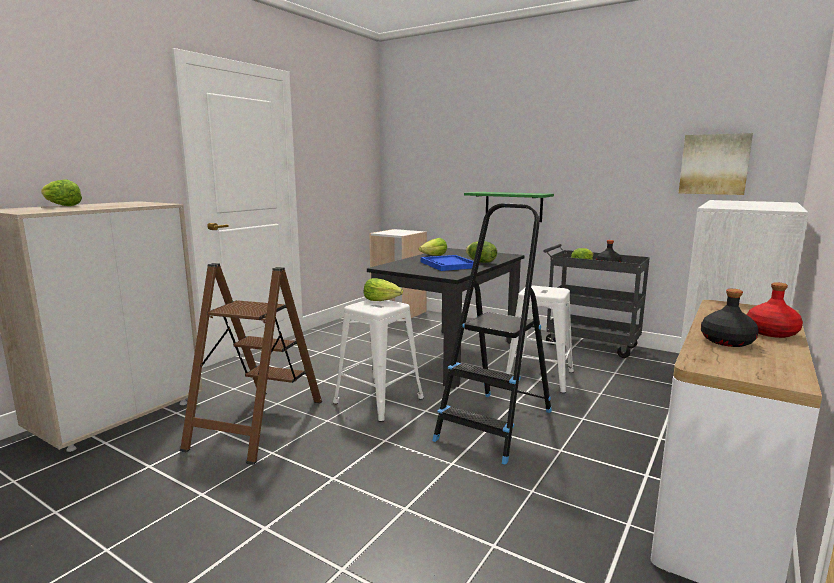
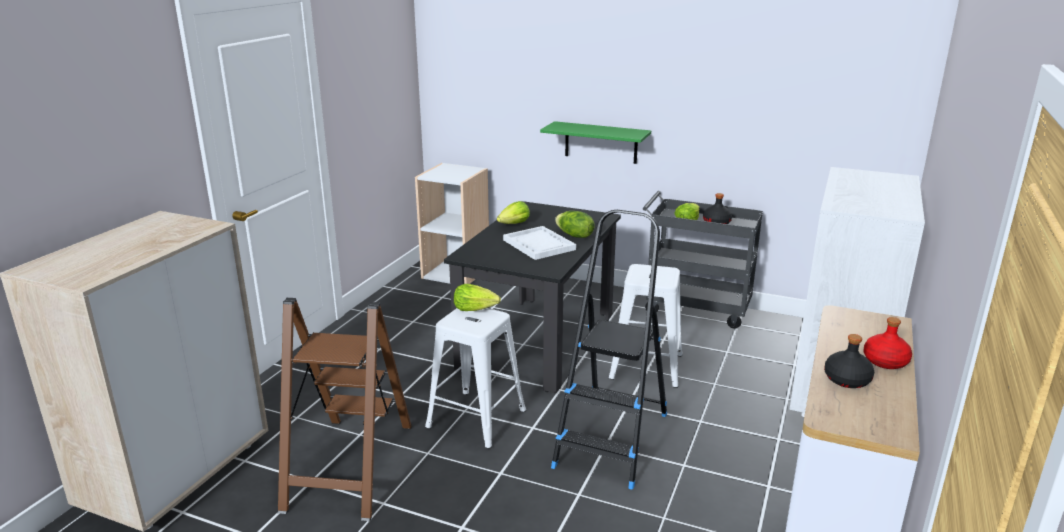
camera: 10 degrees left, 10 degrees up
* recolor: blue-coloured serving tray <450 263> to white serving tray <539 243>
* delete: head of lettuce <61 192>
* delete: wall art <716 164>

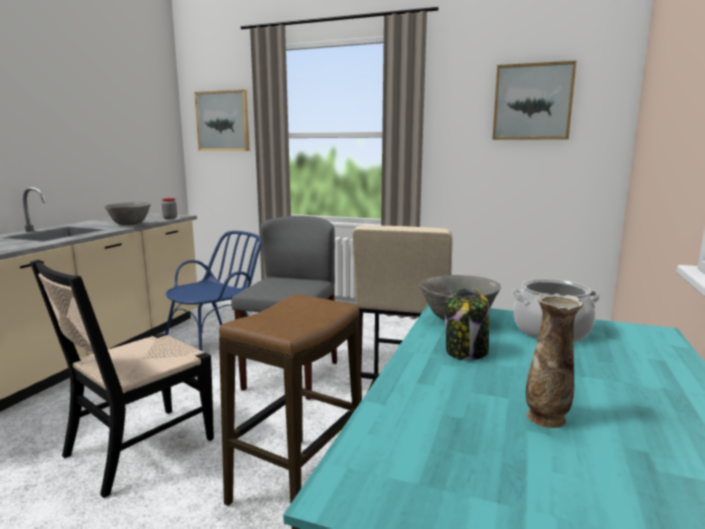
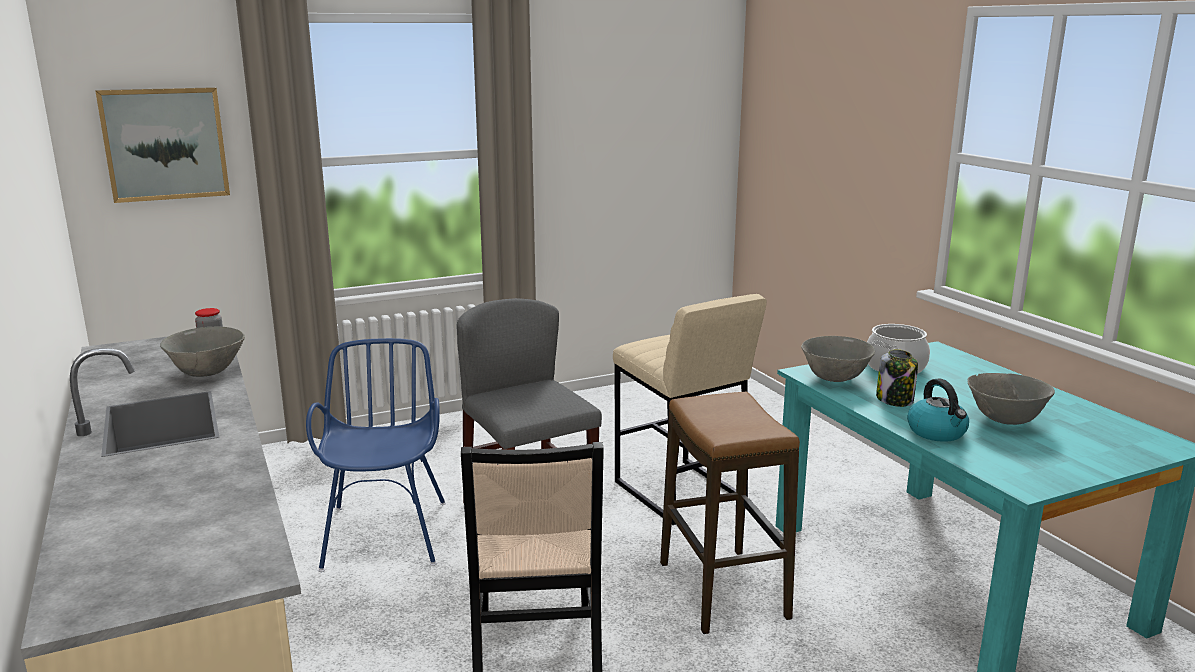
camera: 45 degrees left, 5 degrees up
* insert: kettle <938 410>
* replace: decorative vase <554 360> to grey bowl <1011 399>
* delete: wall art <534 100>

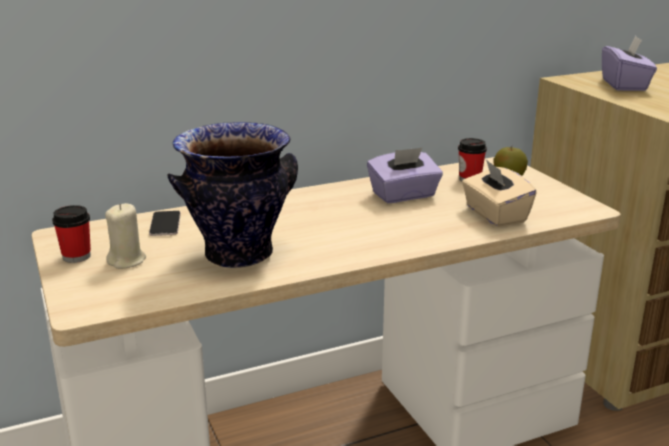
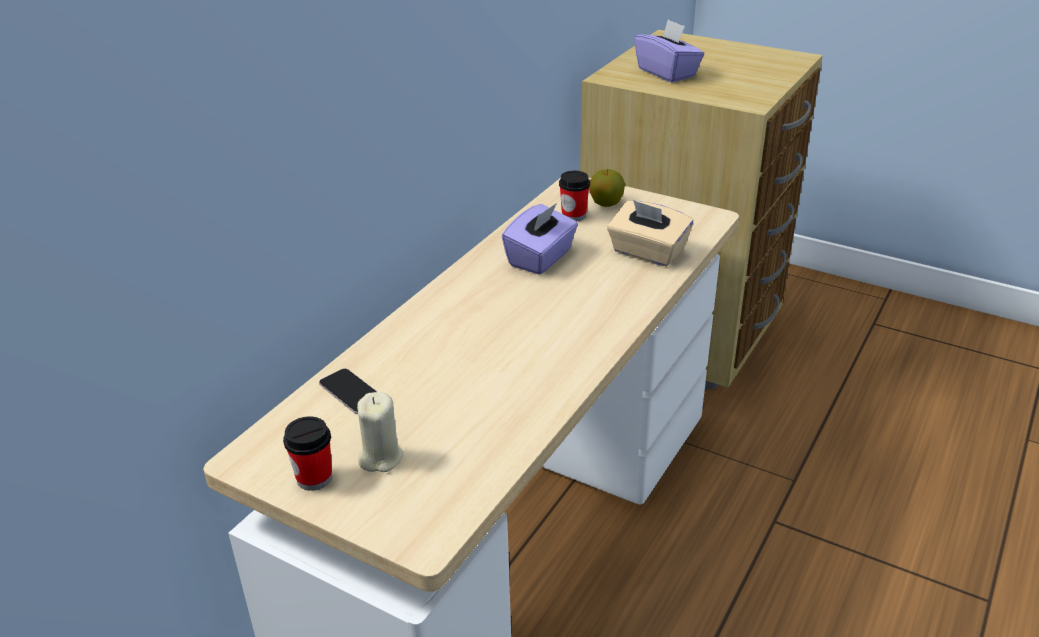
camera: 35 degrees left, 10 degrees up
* delete: decorative vase <232 195>

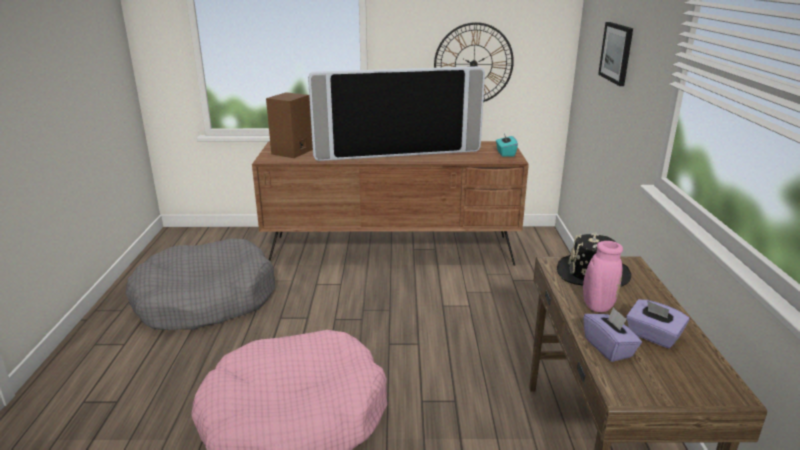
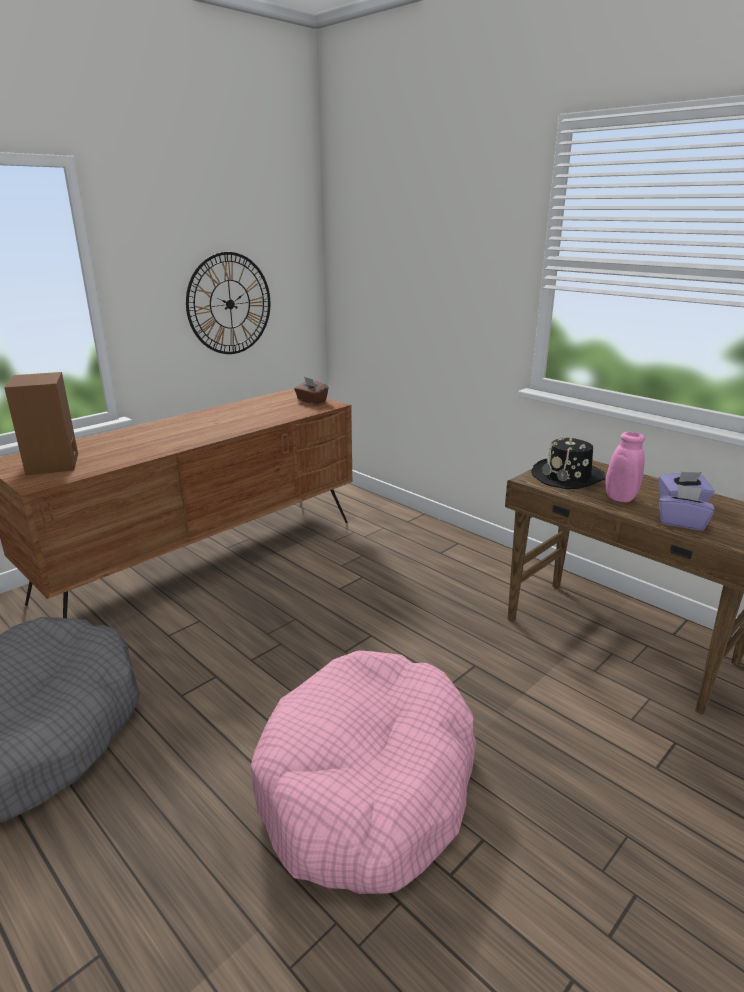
camera: 45 degrees left, 0 degrees up
* recolor: blue-green tissue holder <507 145> to brown tissue holder <311 390>
* delete: TV set <396 113>
* delete: wall art <615 54>

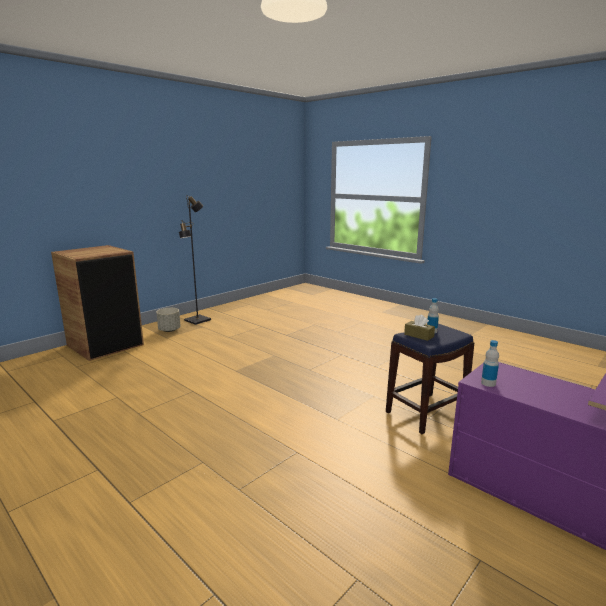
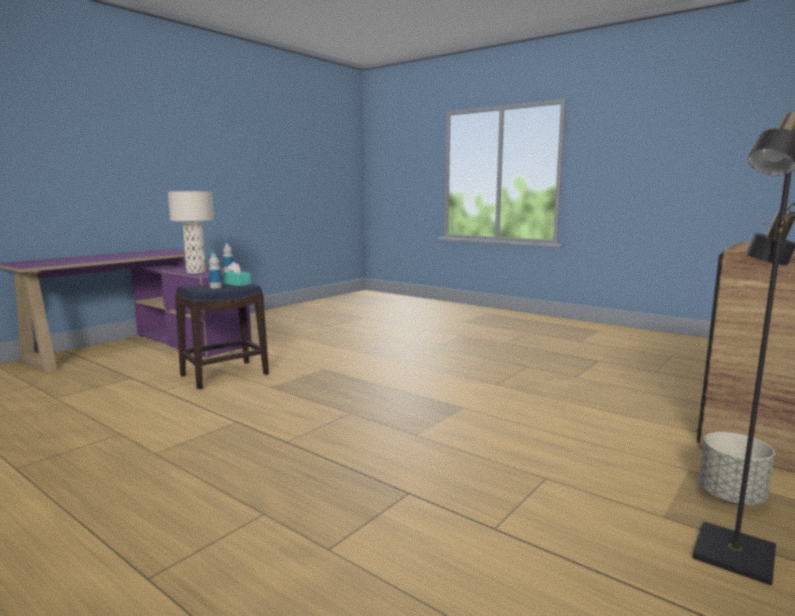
camera: 175 degrees right, 5 degrees down
* insert: white lamp for a table <191 232>
* recolor: brown tissue holder <419 328> to blue-green tissue holder <236 273>

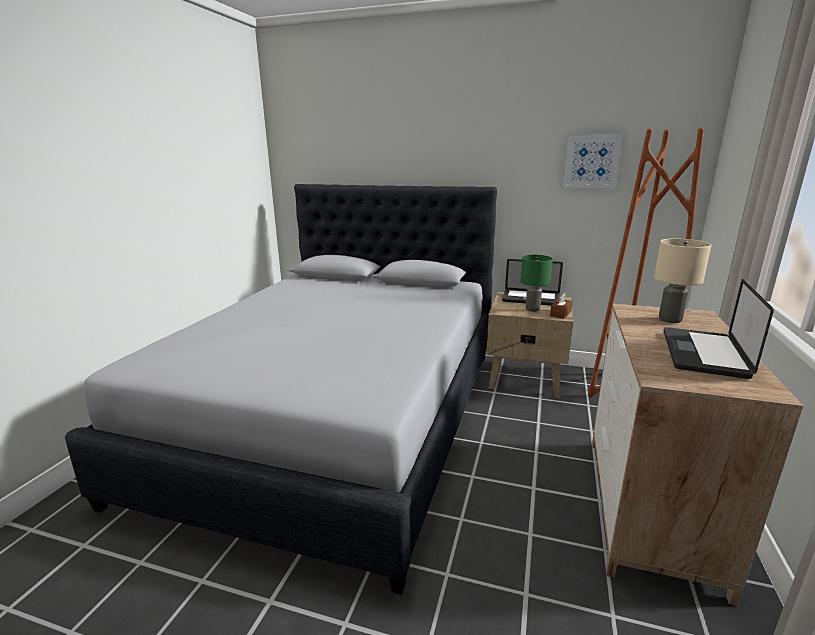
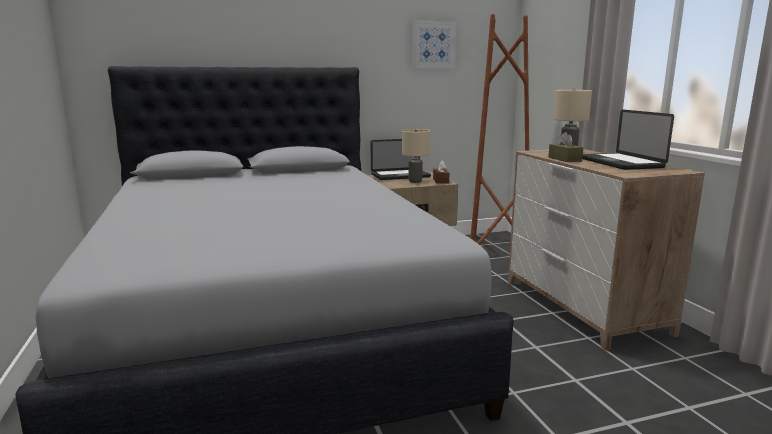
camera: 35 degrees left, 5 degrees down
* recolor: green lamp for a table <536 283> to beige lamp for a table <416 156>
* insert: brown tissue holder <566 147>

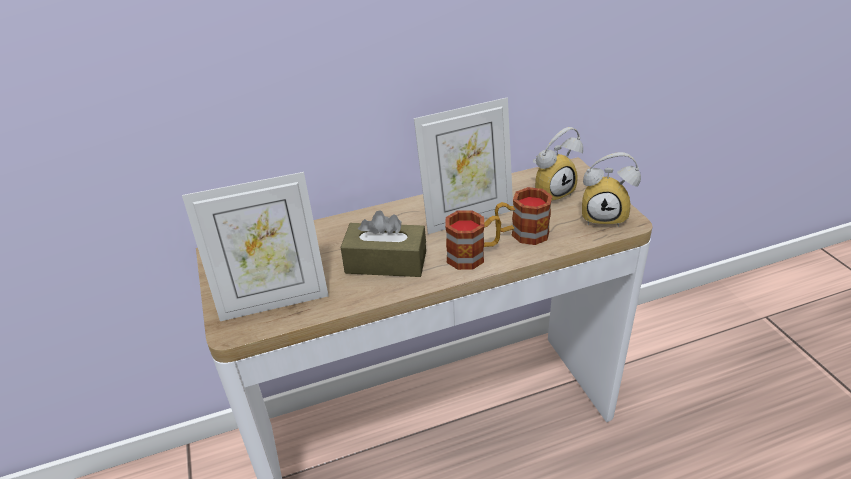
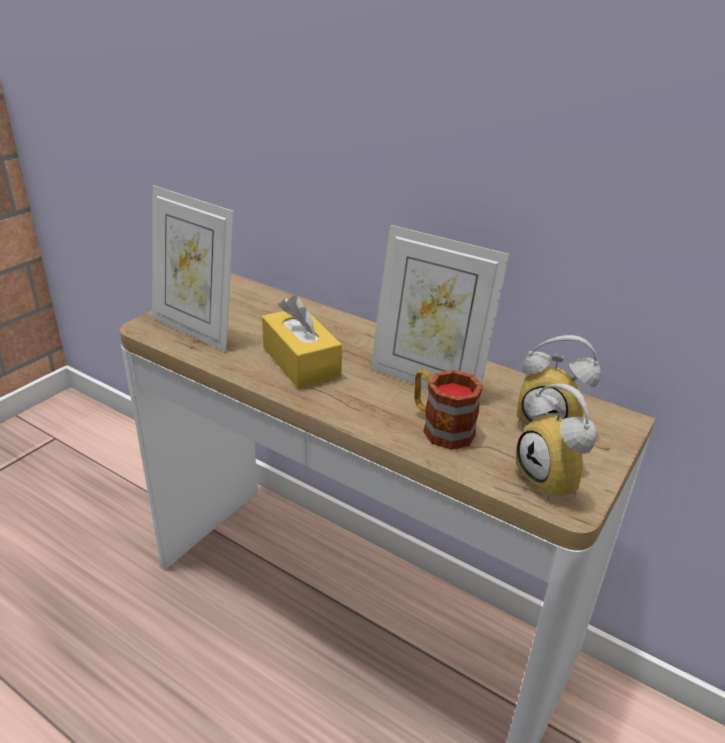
camera: 50 degrees right, 5 degrees down
* recolor: brown tissue holder <383 243> to yellow-coloured tissue holder <302 342>
* delete: coffee mug <473 240>

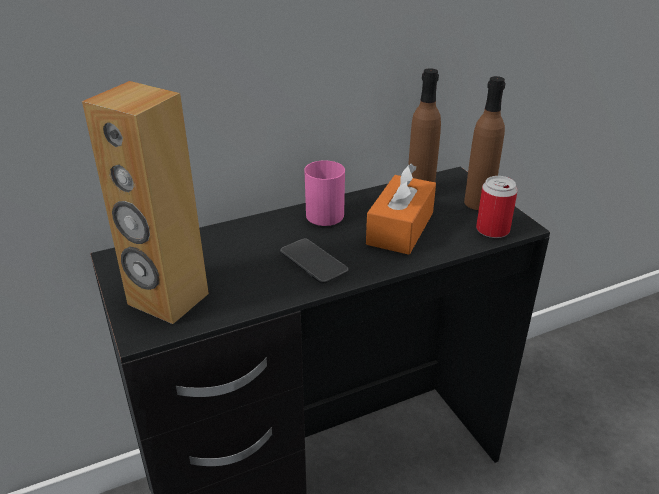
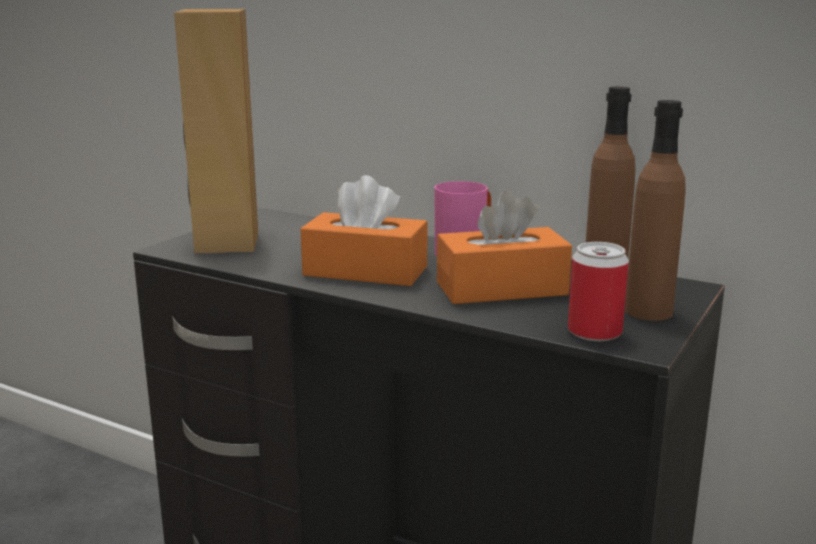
camera: 55 degrees right, 15 degrees down
* replace: handset <314 261> to orangey tissue holder <364 230>

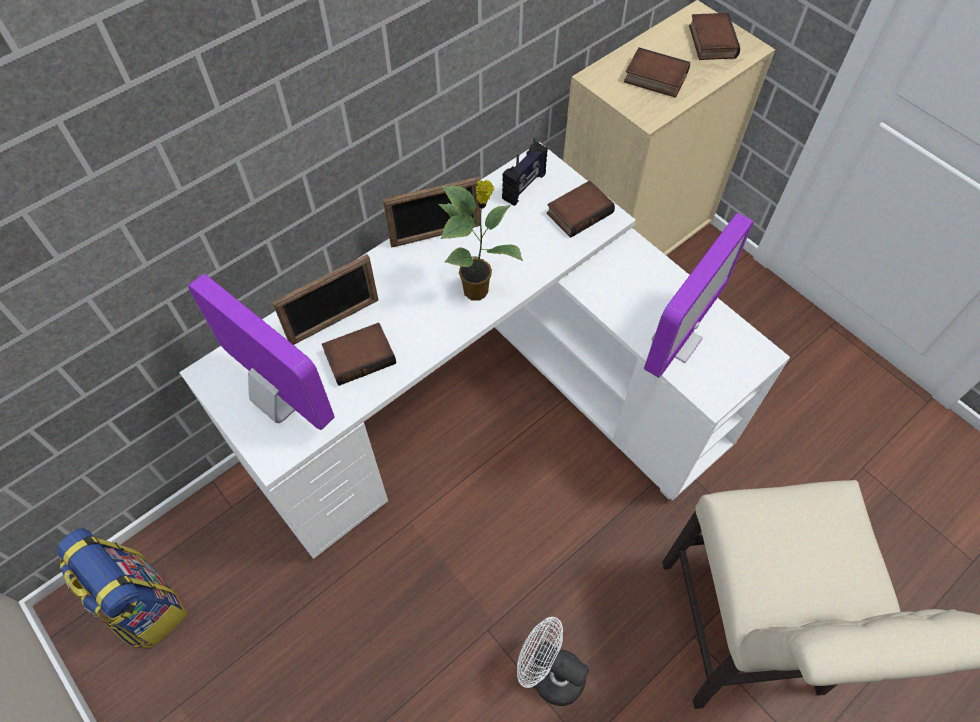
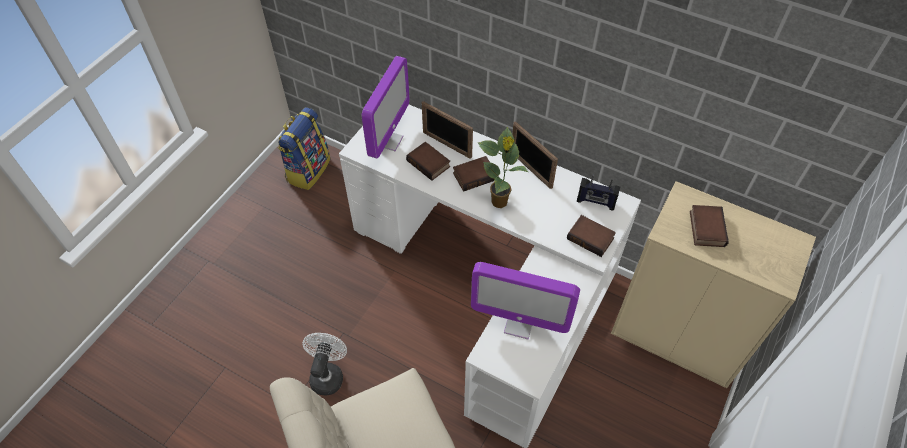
camera: 70 degrees right, 5 degrees down
* move: volume <714 36> to <473 173>

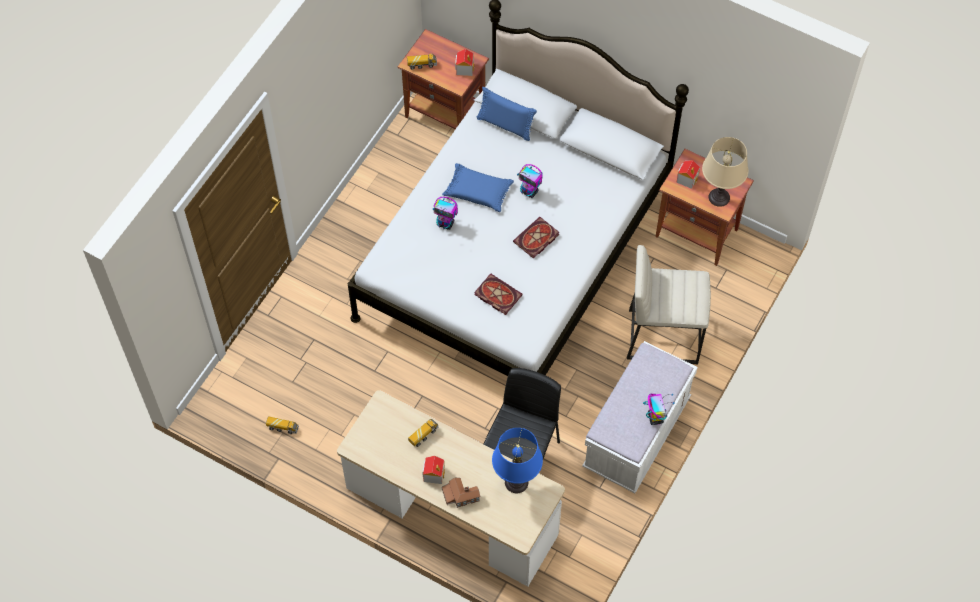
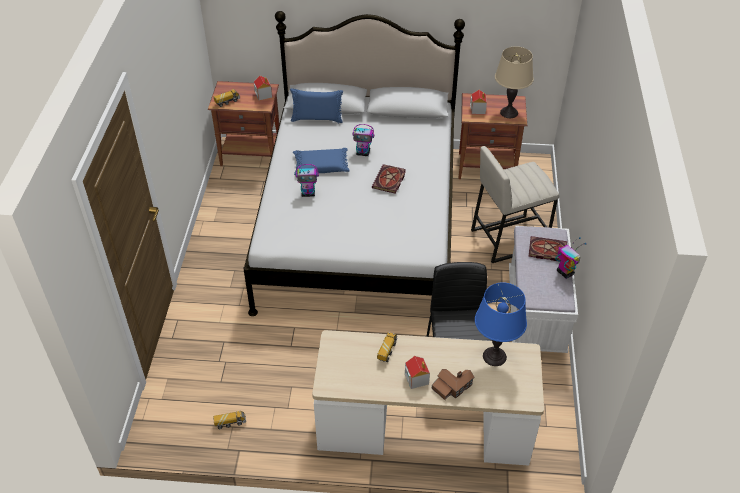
camera: 25 degrees left, 15 degrees down
* move: volume <498 294> to <547 248>

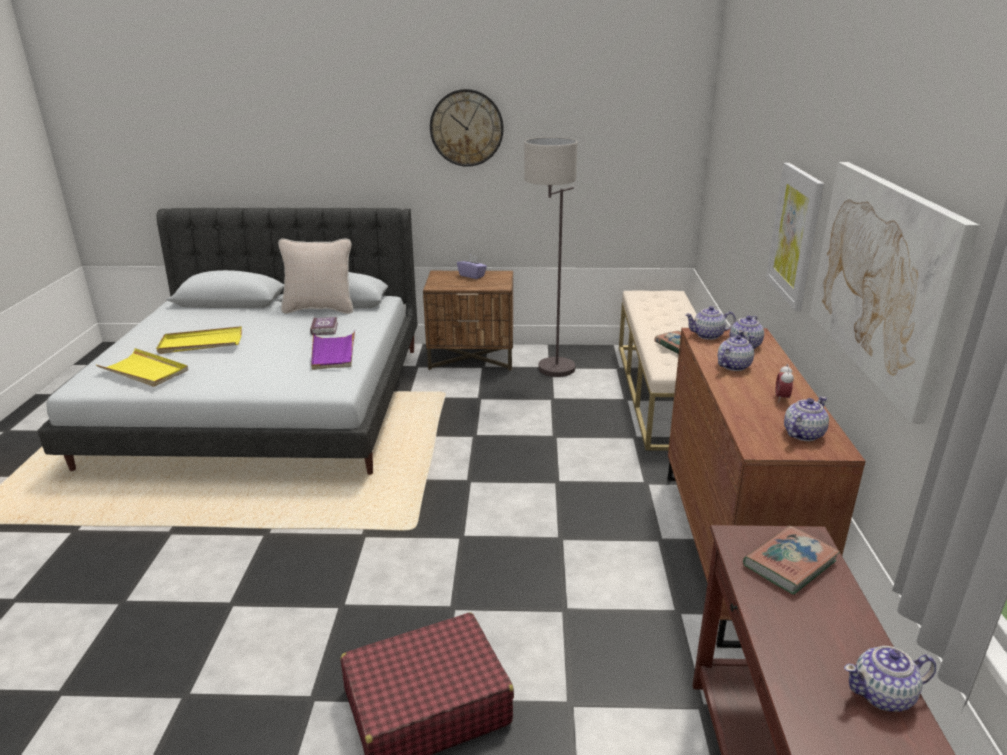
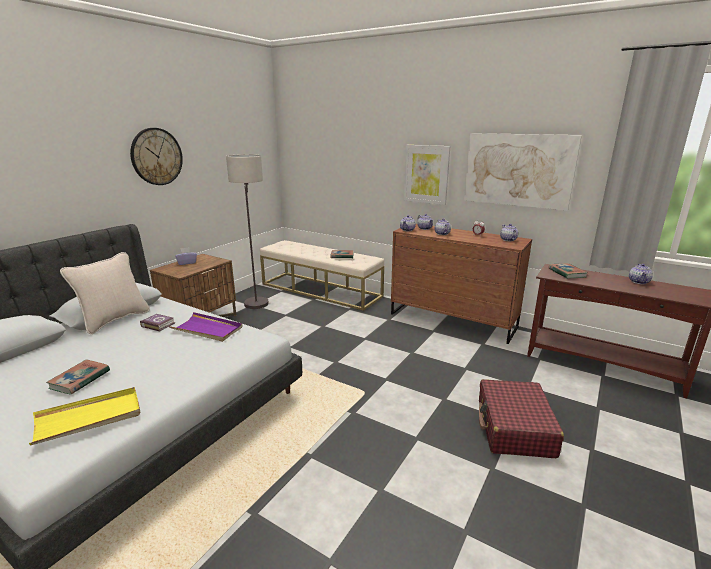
camera: 60 degrees left, 5 degrees down
* replace: yellow-coloured serving tray <199 340> to volume <78 377>

